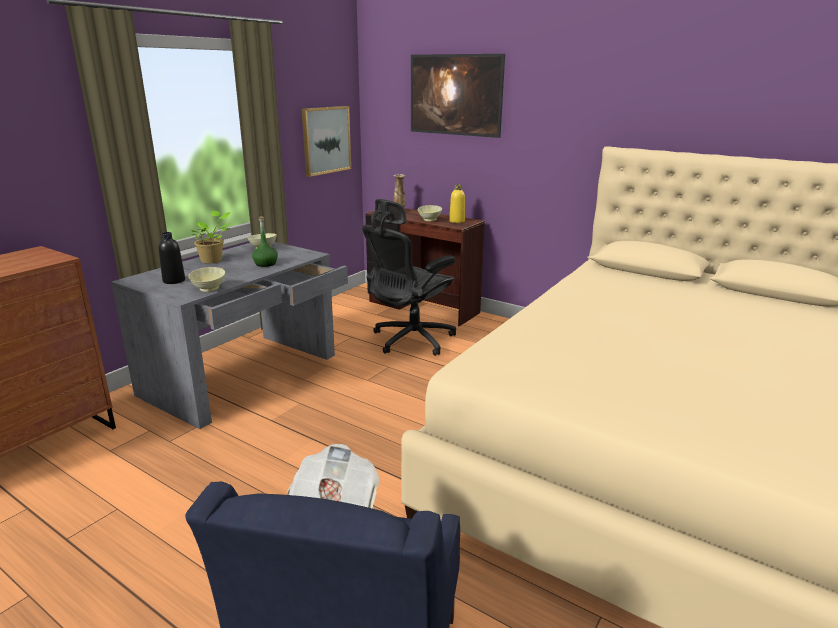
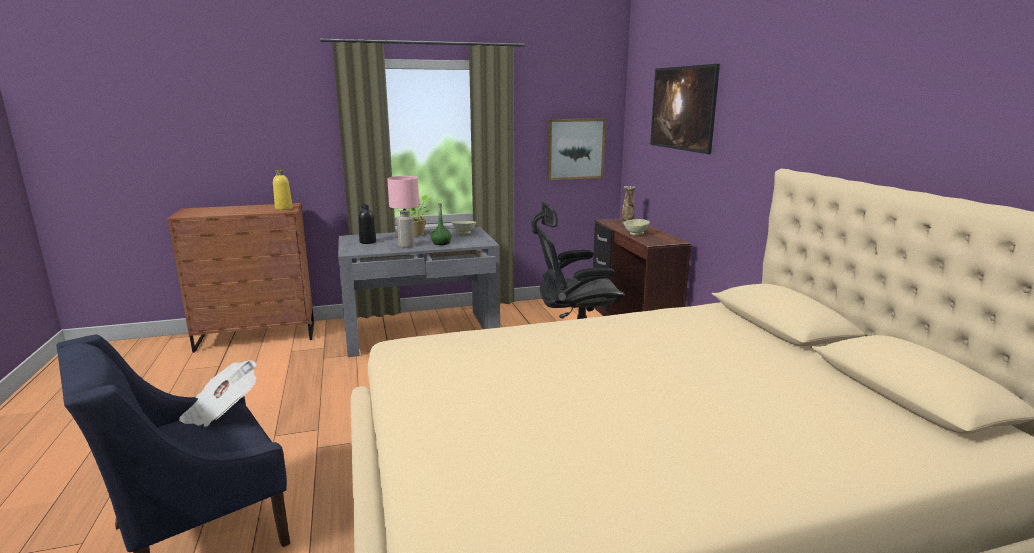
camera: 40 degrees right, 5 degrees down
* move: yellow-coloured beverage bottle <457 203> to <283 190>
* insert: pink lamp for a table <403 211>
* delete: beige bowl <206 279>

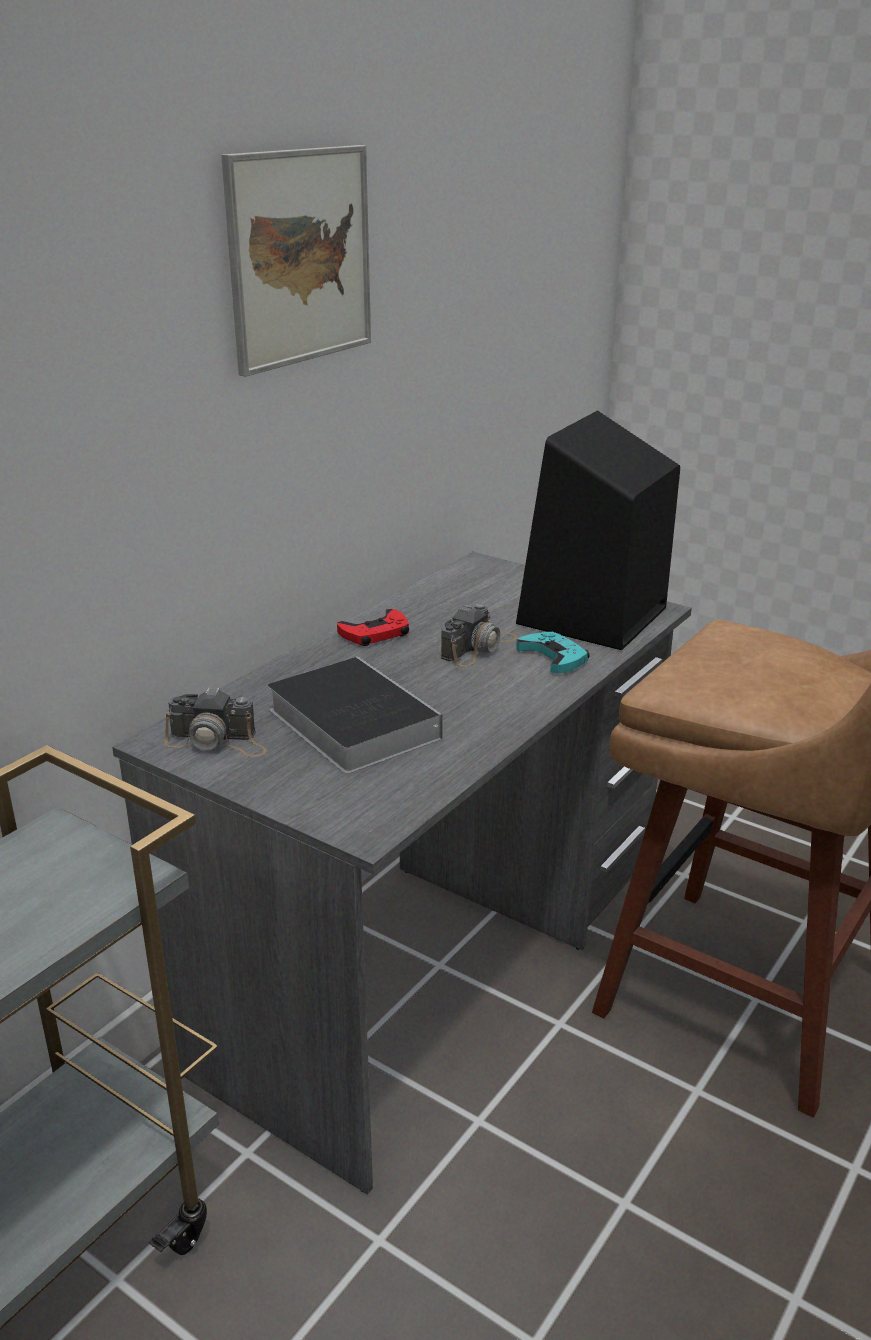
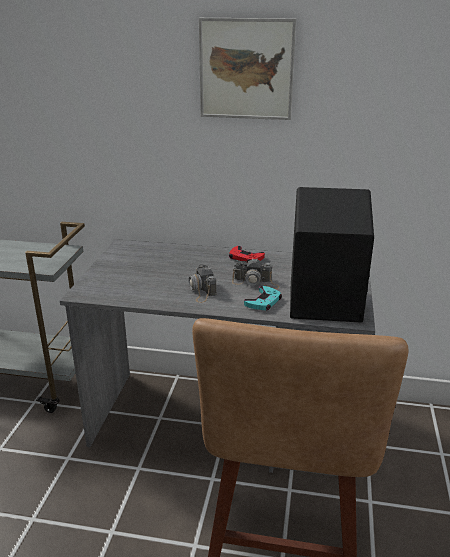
camera: 65 degrees right, 0 degrees up
* move: still camera <215 722> to <203 283>
* delete: volume <355 715>

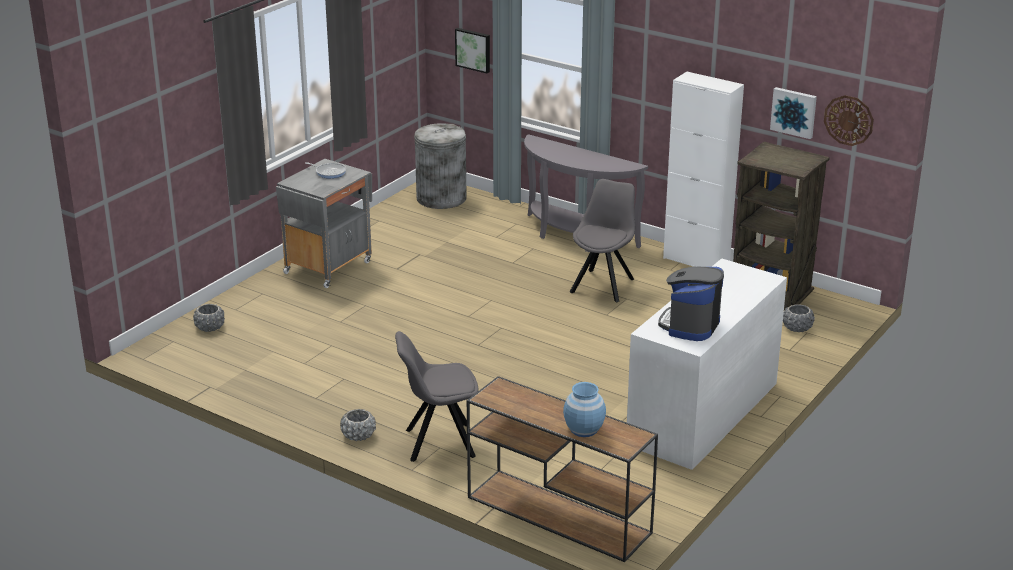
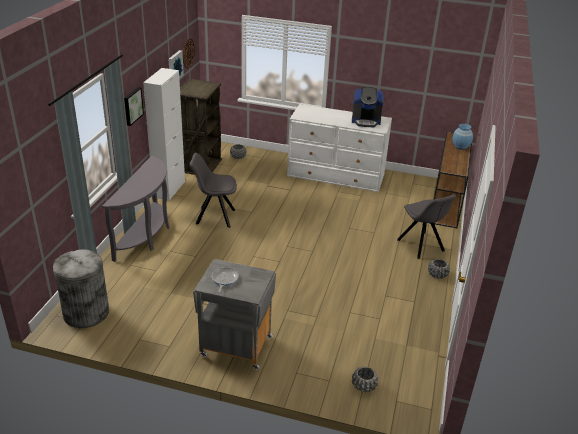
camera: 110 degrees left, 5 degrees up
* move: wall art <472 51> to <134 106>

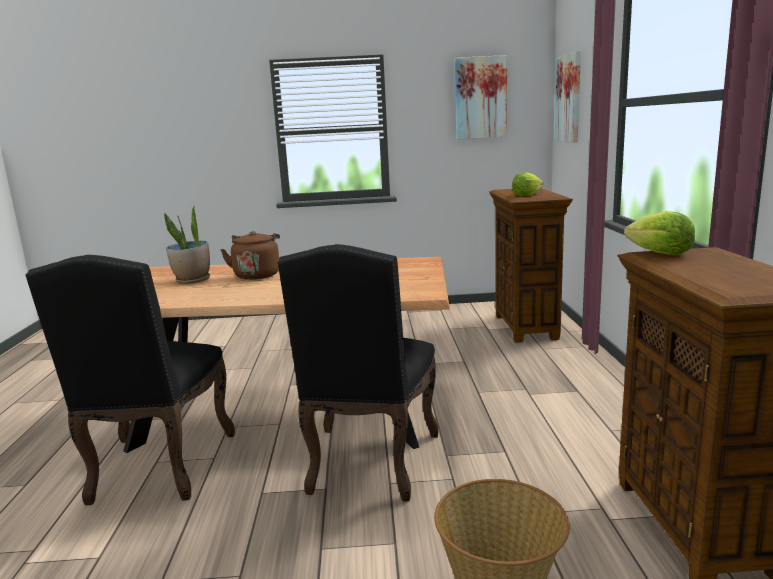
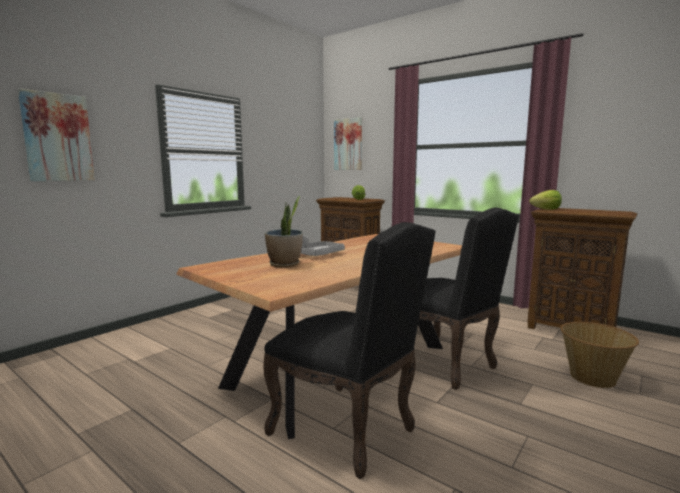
camera: 50 degrees left, 5 degrees down
* move: wall art <481 97> to <56 135>
* replace: brown kettle <250 255> to grey serving tray <323 246>

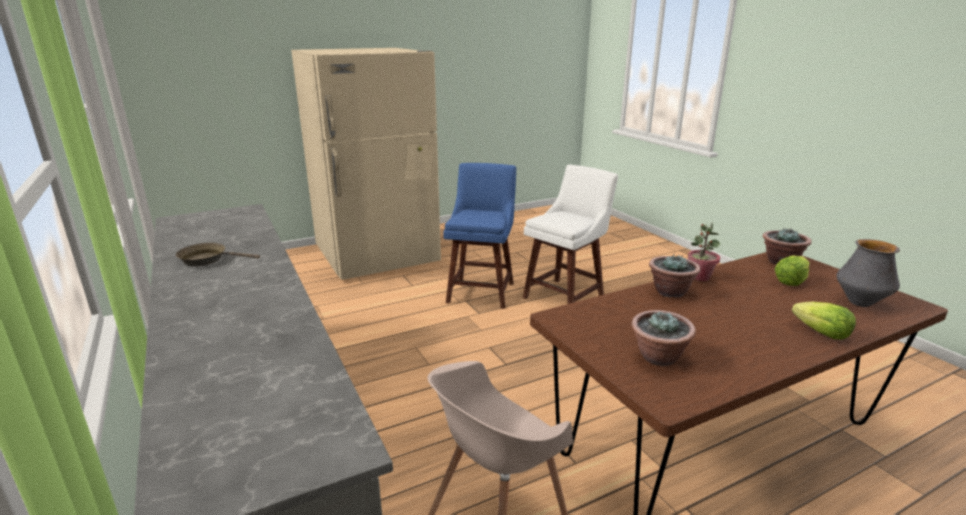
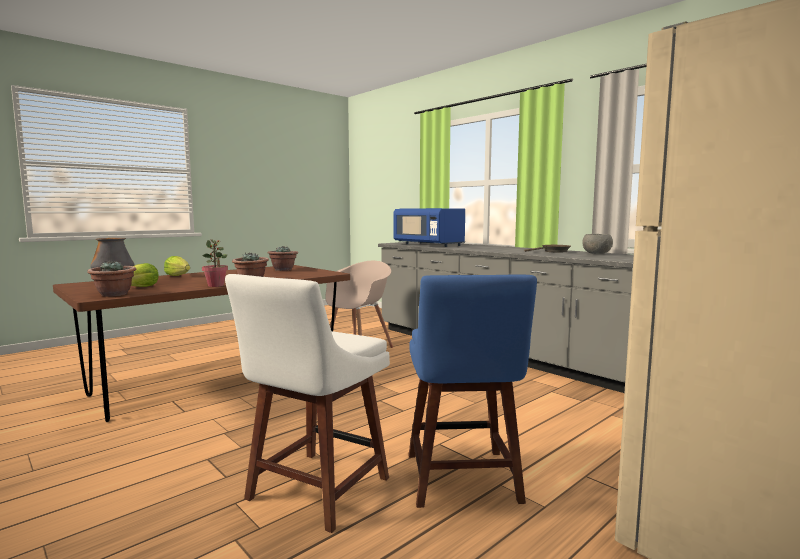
camera: 165 degrees right, 15 degrees down
* insert: blue-coloured microwave oven <429 227>
* insert: grey bowl <597 244>

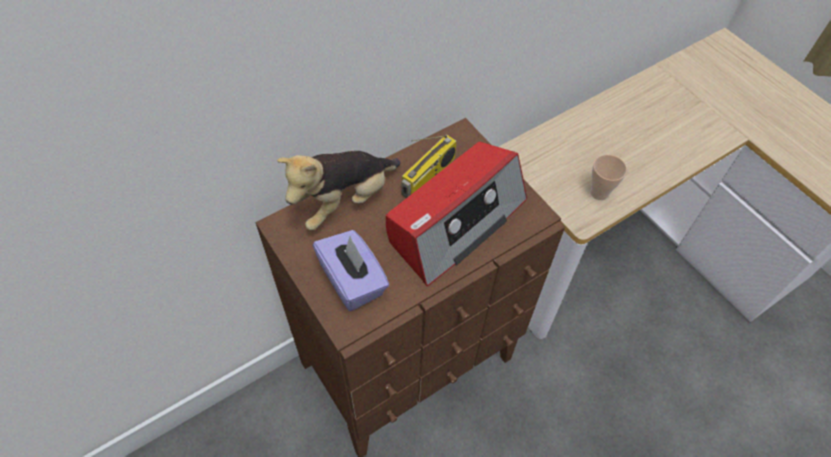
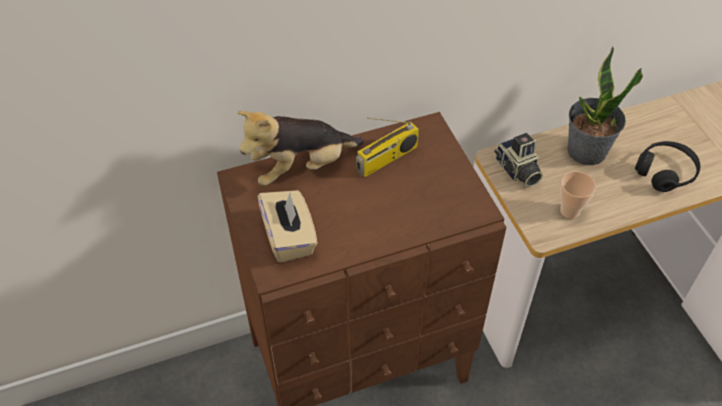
camera: 15 degrees right, 5 degrees down
* recolor: purplish tissue holder <351 270> to beige tissue holder <288 226>
* insert: still camera <518 160>
* insert: plant in a pot <605 106>
* insert: blackish pair of headphones <667 166>
* delete: radio <456 214>

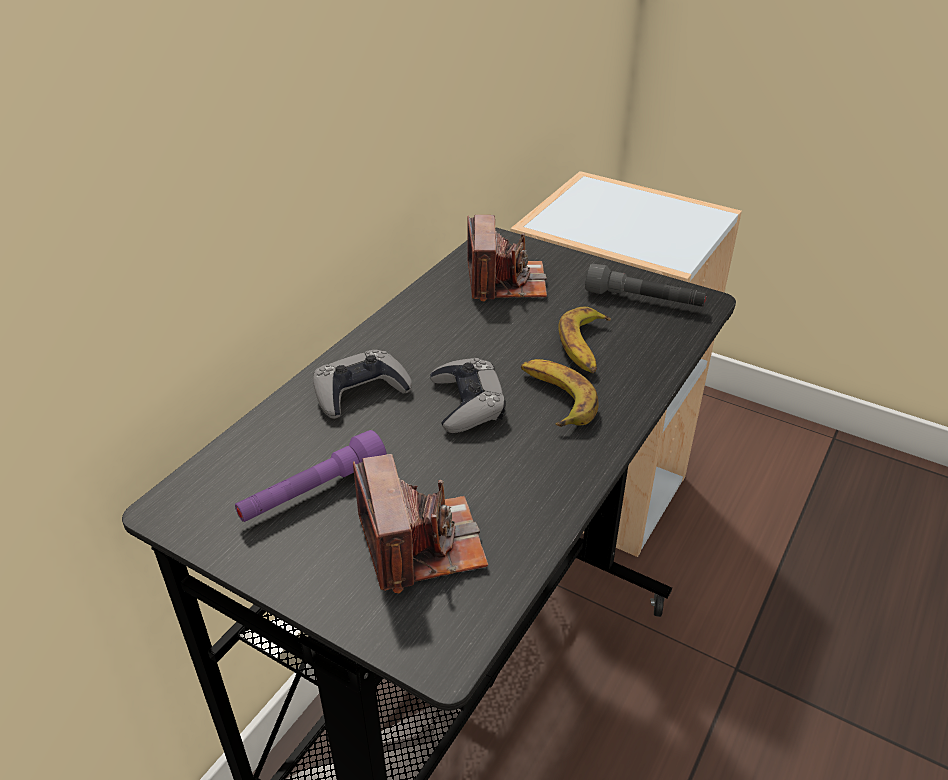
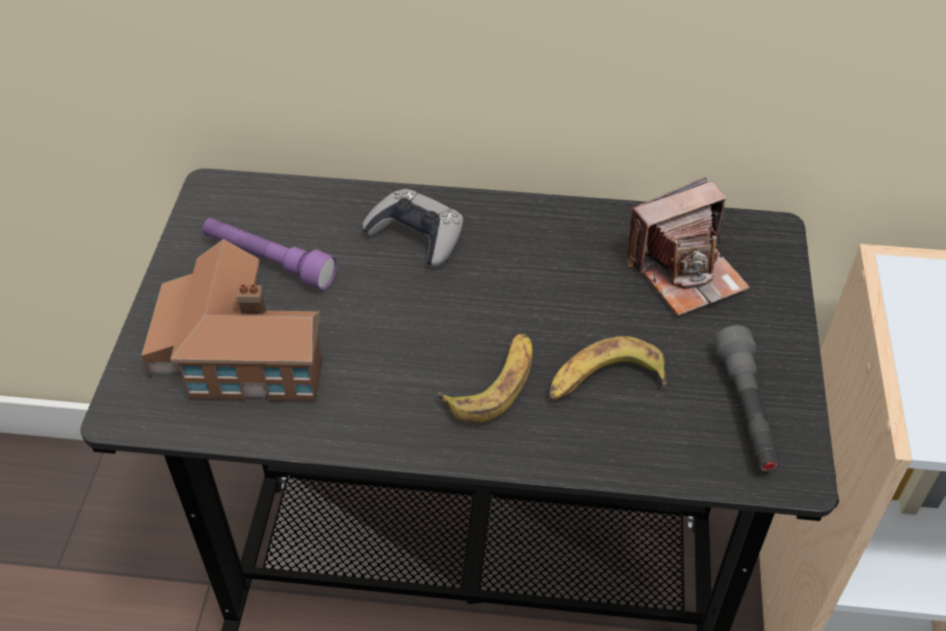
camera: 65 degrees right, 10 degrees up
* replace: still camera <420 523> to miniature house <231 321>
* delete: grey joypad <468 395>

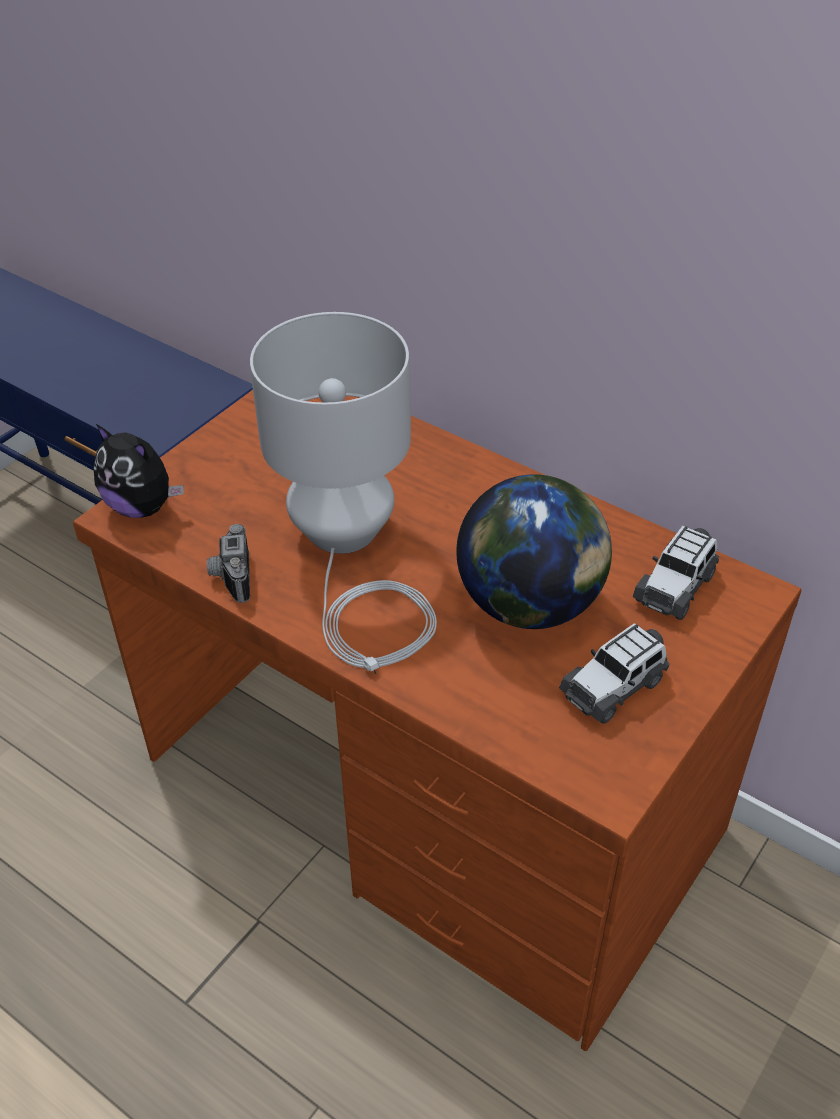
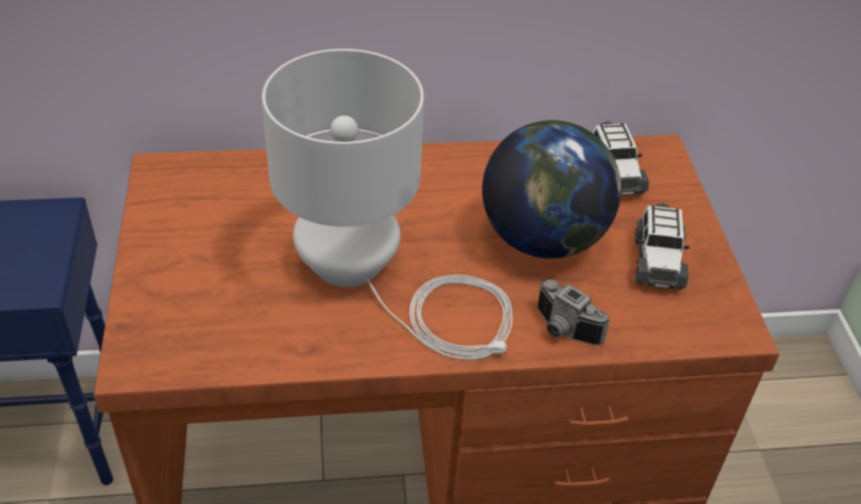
camera: 45 degrees left, 0 degrees up
* move: still camera <228 563> to <573 312>
* delete: plush toy <139 471>

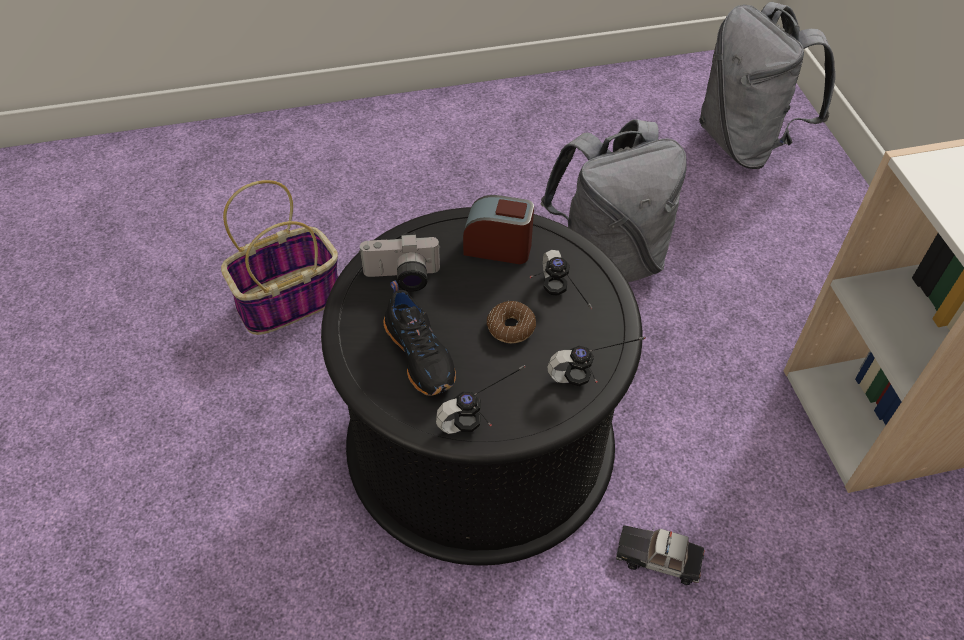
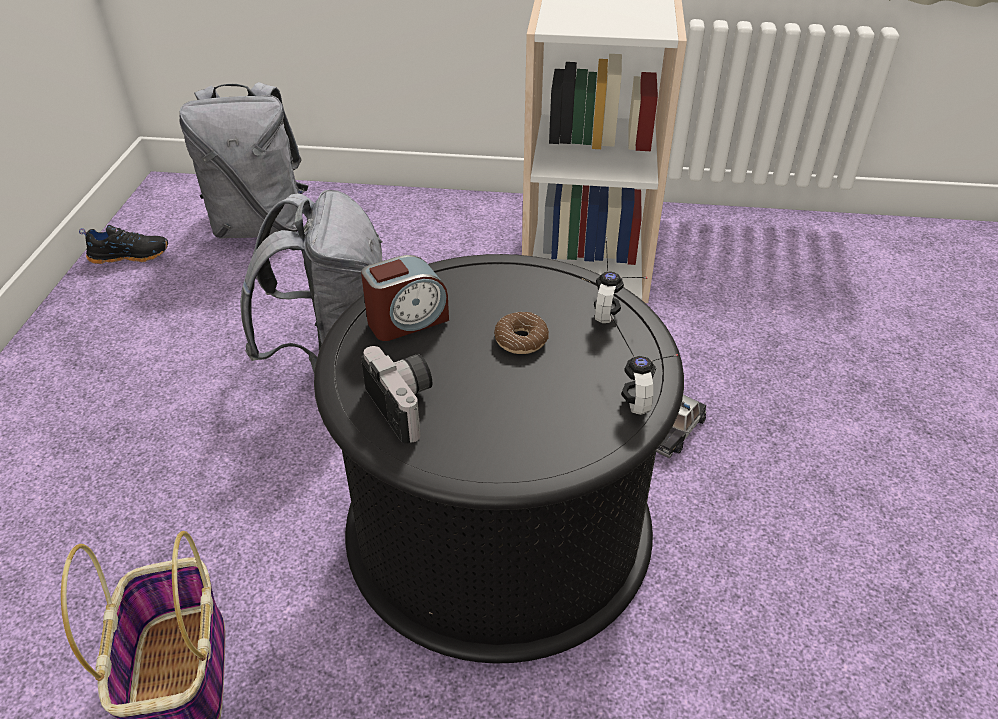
camera: 70 degrees left, 10 degrees down
* move: blackish low shoe <419 338> to <123 244>
* rotate: table clock <498 229> = <405 298> 150 degrees counterclockwise
* rotate: still camera <400 262> = <396 395> 45 degrees counterclockwise
* delete: pair of headphones <561 280>

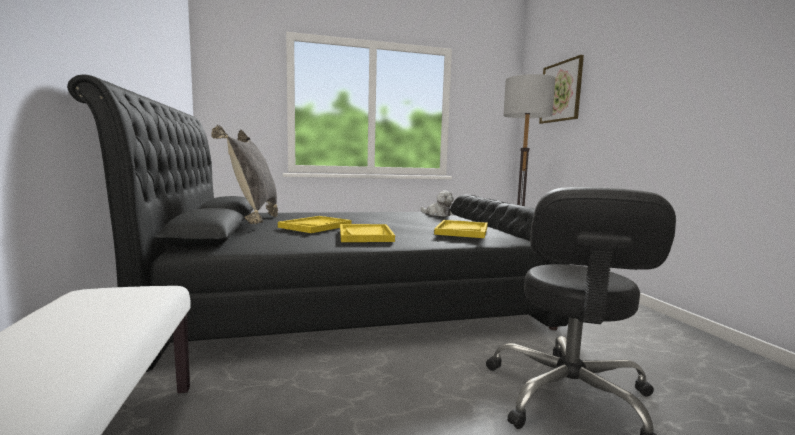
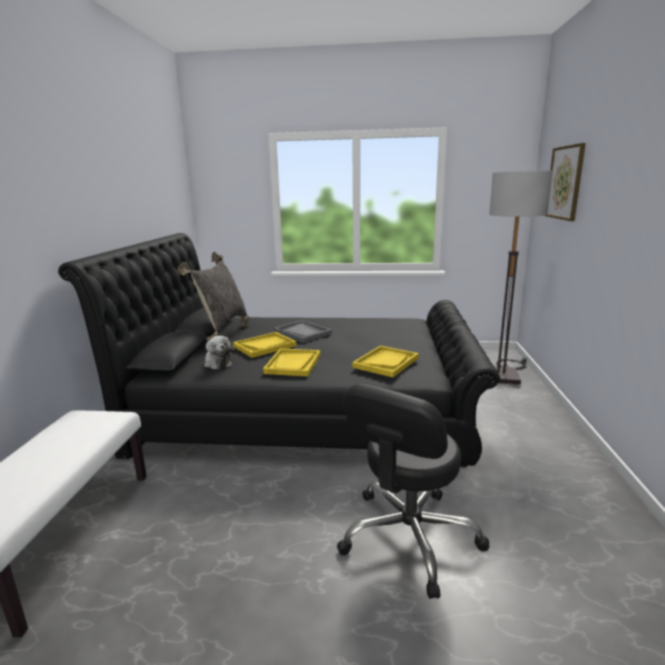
camera: 20 degrees right, 10 degrees up
* move: plush toy <437 203> to <219 352>
* insert: grey serving tray <303 331>

